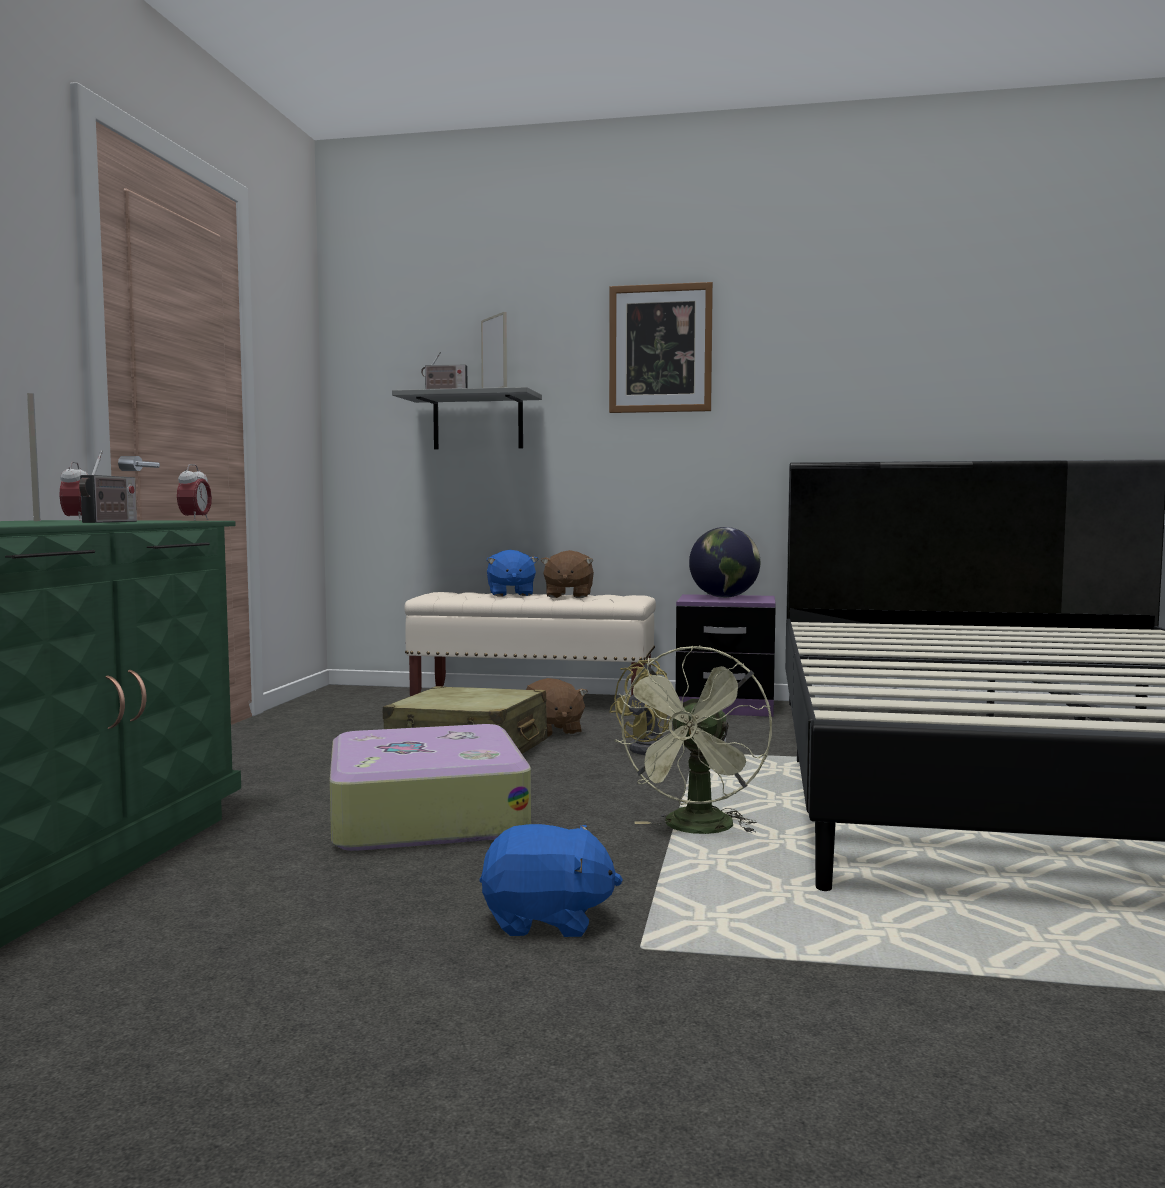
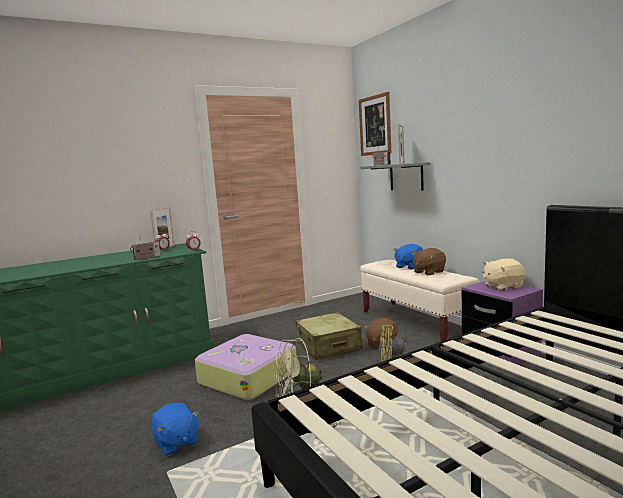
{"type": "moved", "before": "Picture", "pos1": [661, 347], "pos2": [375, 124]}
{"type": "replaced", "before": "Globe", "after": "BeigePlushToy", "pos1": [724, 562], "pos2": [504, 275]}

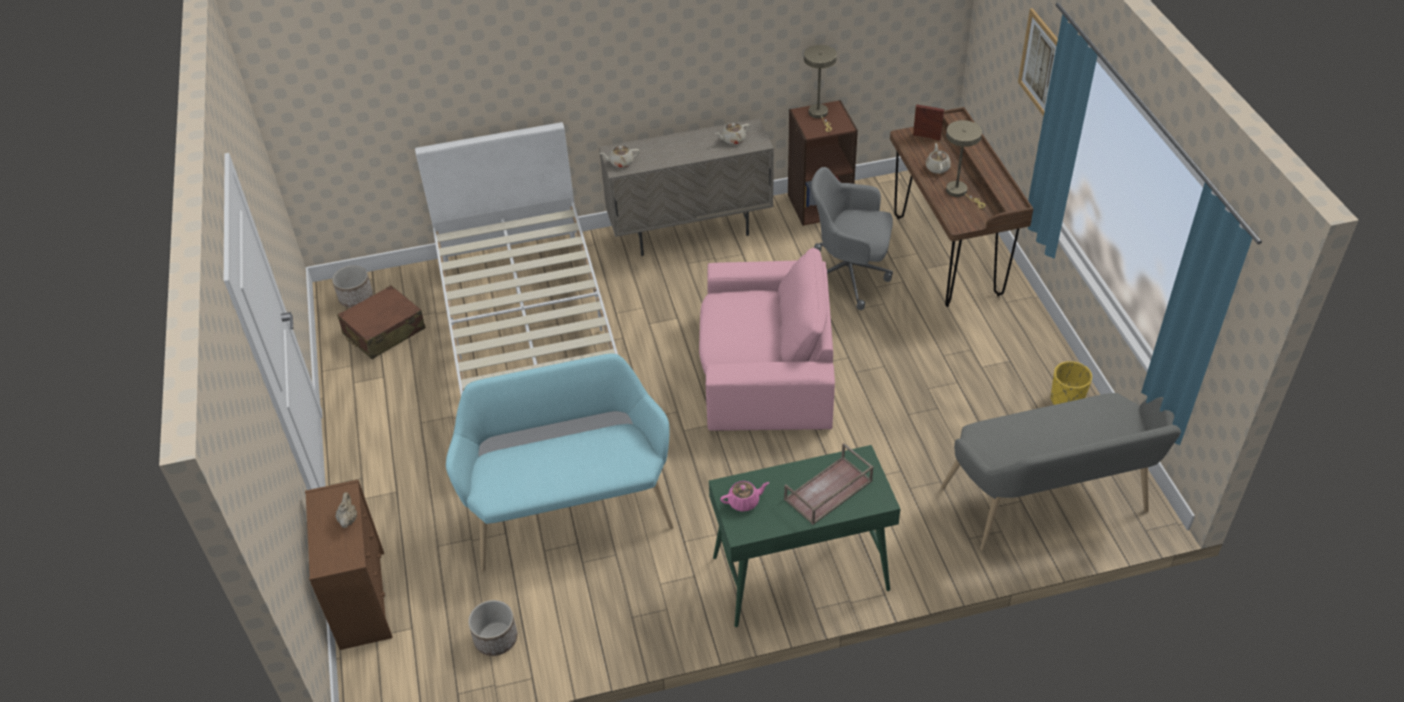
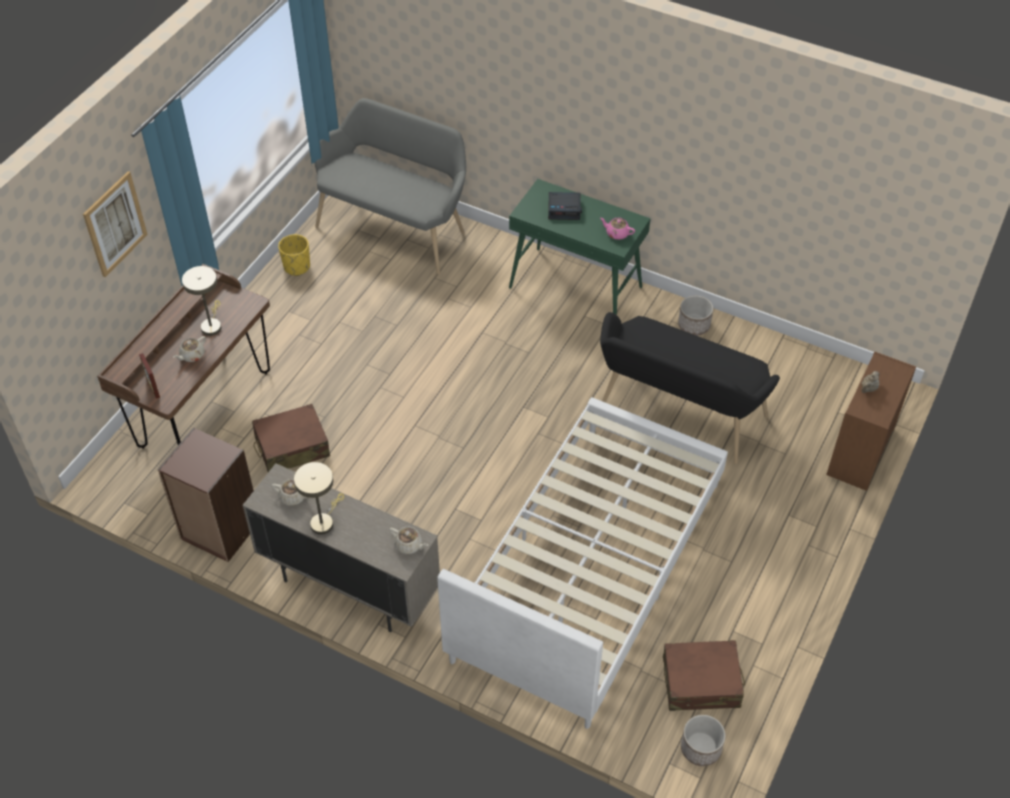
{"type": "recoloured", "before": "TurquoiseBench", "after": "BlackBench", "pos1": [560, 462], "pos2": [690, 388]}
{"type": "moved", "before": "Planter", "pos1": [492, 628], "pos2": [695, 316]}
{"type": "removed", "before": "PinkArmchair", "pos1": [767, 339]}
{"type": "replaced", "before": "BrownTray", "after": "AlarmClock", "pos1": [829, 484], "pos2": [565, 206]}
{"type": "moved", "before": "BeigeTableLamp", "pos1": [820, 88], "pos2": [319, 498]}
{"type": "replaced", "before": "GreyOfficeChair", "after": "BrownSuitcase", "pos1": [852, 238], "pos2": [291, 438]}

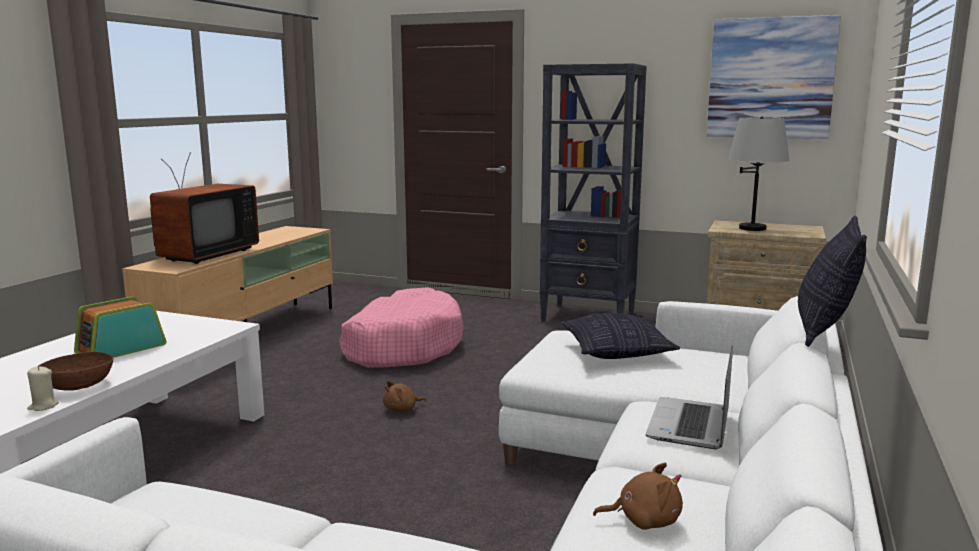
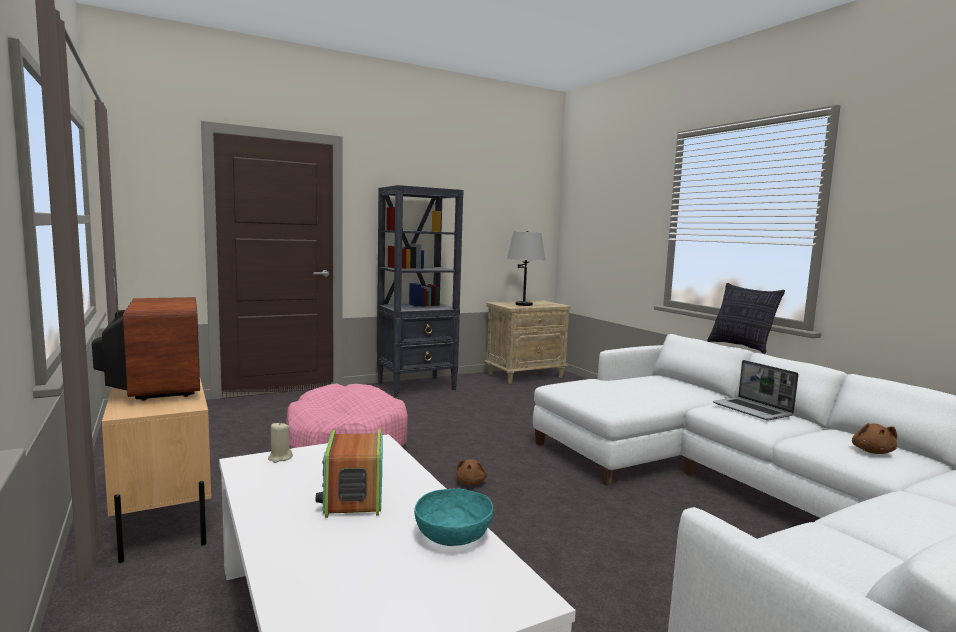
{"type": "moved", "before": "BeigeCandle", "pos1": [43, 388], "pos2": [280, 442]}
{"type": "recoloured", "before": "BrownBowl", "after": "TurquoiseBowl", "pos1": [75, 371], "pos2": [453, 517]}
{"type": "removed", "before": "Pillow", "pos1": [620, 336]}
{"type": "turned", "before": "BrownPlushToy", "pos1": [638, 496], "pos2": [874, 438], "turn": 150}
{"type": "removed", "before": "Picture", "pos1": [774, 77]}

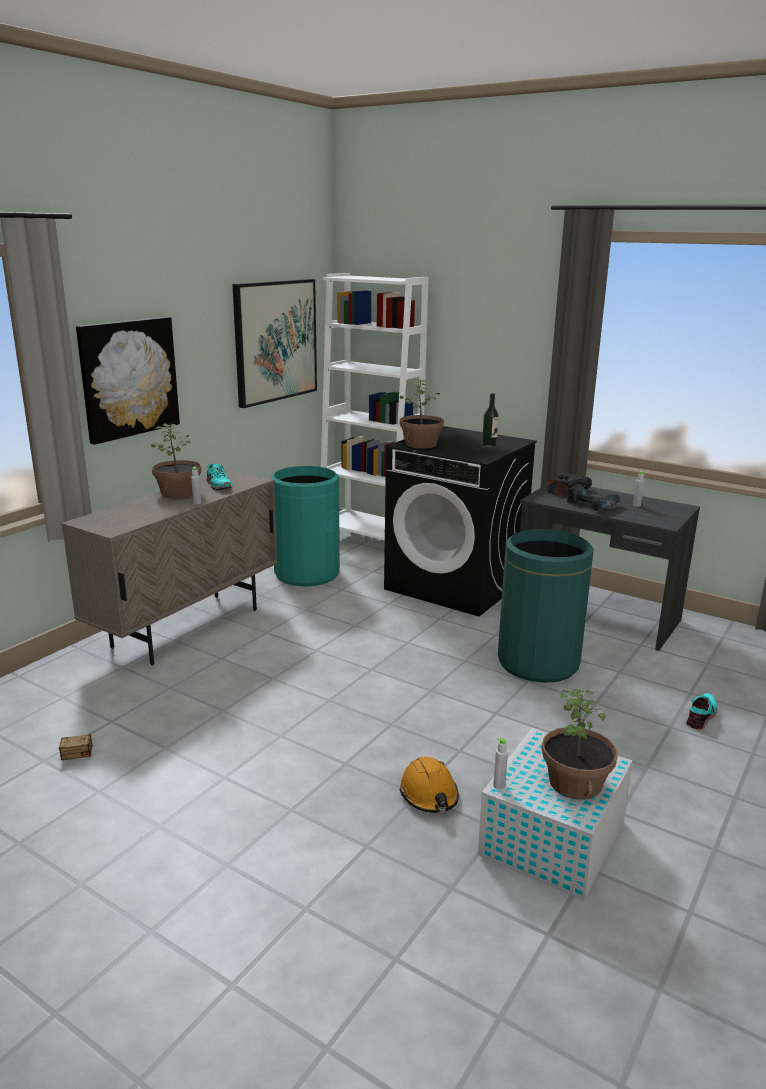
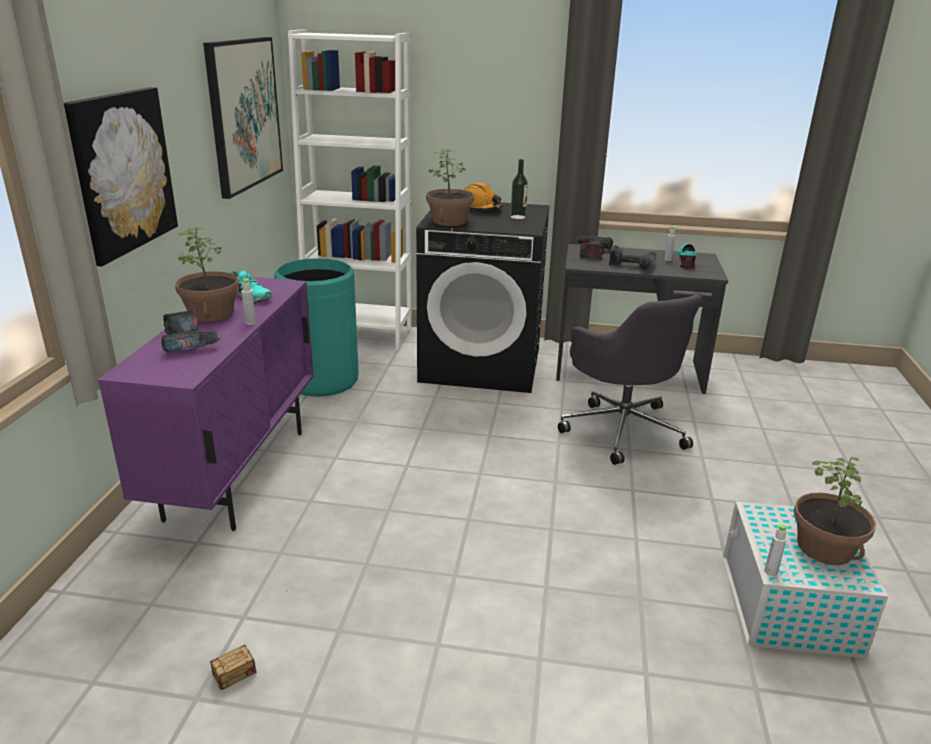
{"type": "recoloured", "before": "BeigeCabinet", "after": "PurpleCabinet", "pos1": [169, 568], "pos2": [206, 404]}
{"type": "moved", "before": "OrangeHardHat", "pos1": [429, 785], "pos2": [483, 196]}
{"type": "replaced", "before": "GreenTrashCan", "after": "GreyOfficeChair", "pos1": [546, 606], "pos2": [630, 380]}
{"type": "moved", "before": "TurquoiseShoe", "pos1": [701, 711], "pos2": [686, 256]}
{"type": "added", "after": "PowerDrill", "pos2": [192, 331]}

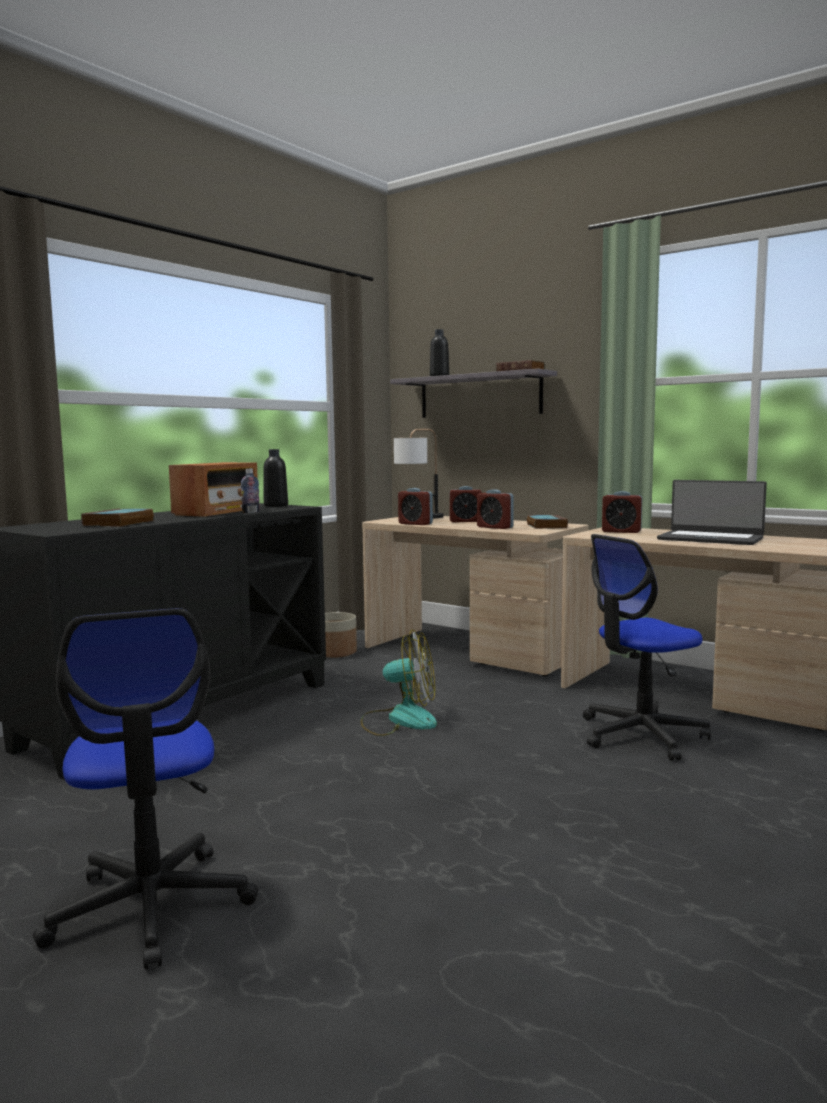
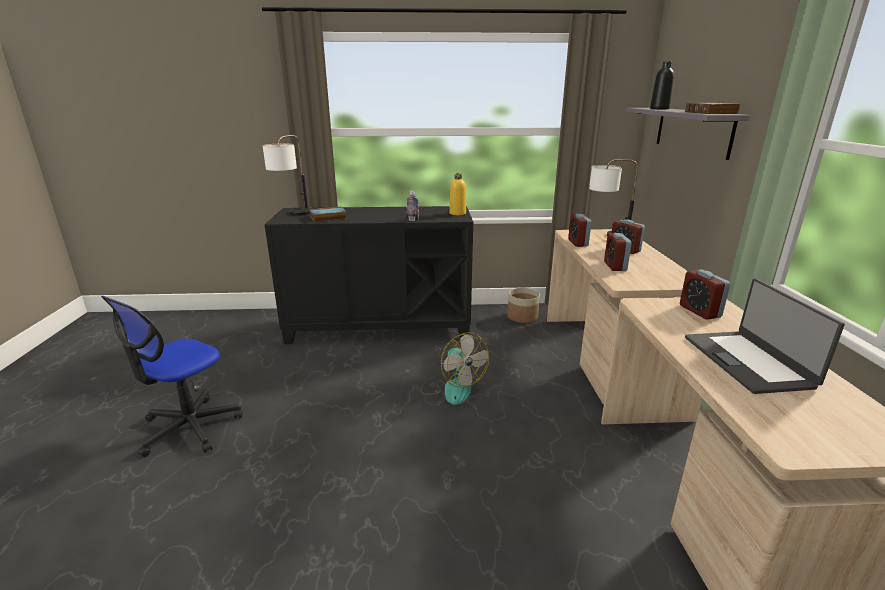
{"type": "removed", "before": "Radio", "pos1": [213, 489]}
{"type": "recoloured", "before": "BlackBottle", "after": "YellowBottle", "pos1": [275, 478], "pos2": [457, 194]}
{"type": "removed", "before": "Book", "pos1": [547, 522]}
{"type": "removed", "before": "OfficeChair", "pos1": [647, 647]}
{"type": "added", "after": "TableLamp", "pos2": [288, 175]}

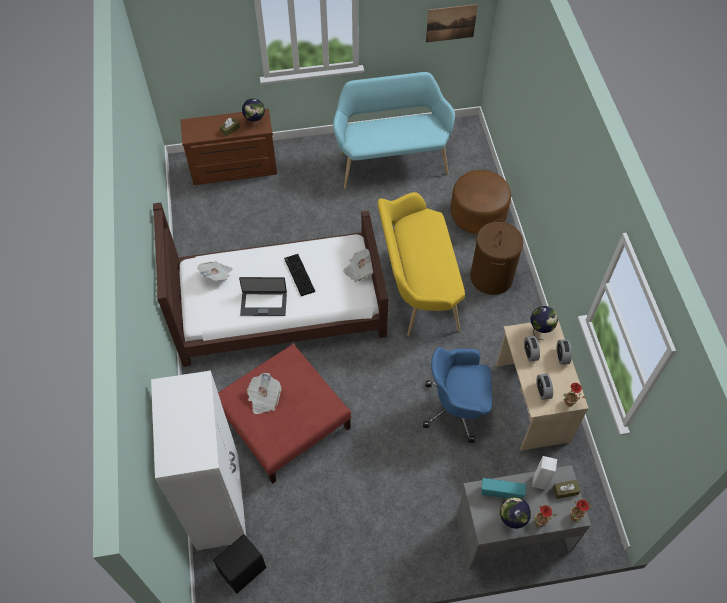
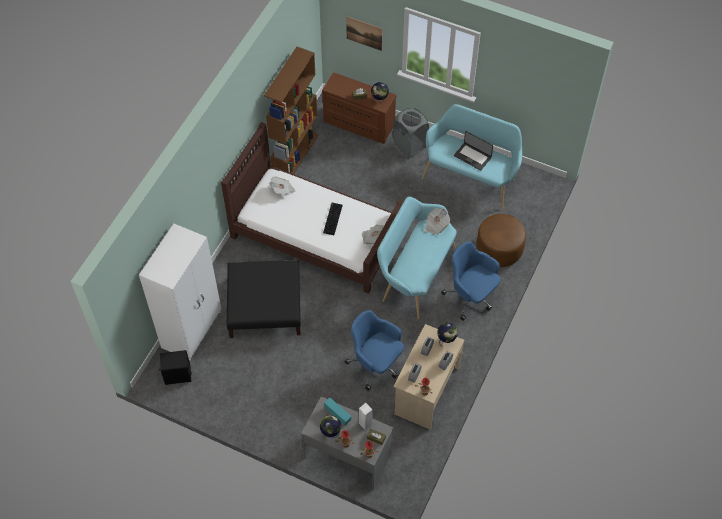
{"type": "recoloured", "before": "RedOttoman", "after": "BlackOttoman", "pos1": [284, 413], "pos2": [263, 299]}
{"type": "moved", "before": "Laptop", "pos1": [263, 296], "pos2": [473, 151]}
{"type": "moved", "before": "Newspaper", "pos1": [264, 393], "pos2": [437, 221]}
{"type": "recoloured", "before": "YellowBench", "after": "TurquoiseBench", "pos1": [421, 264], "pos2": [417, 257]}
{"type": "moved", "before": "Picture", "pos1": [452, 23], "pos2": [364, 33]}
{"type": "replaced", "before": "BrownLaundryBasket", "after": "BlueOfficeChair", "pos1": [496, 257], "pos2": [471, 281]}
{"type": "added", "after": "BrownBookcase", "pos2": [291, 110]}
{"type": "added", "after": "GreyLaundryBasket", "pos2": [411, 132]}

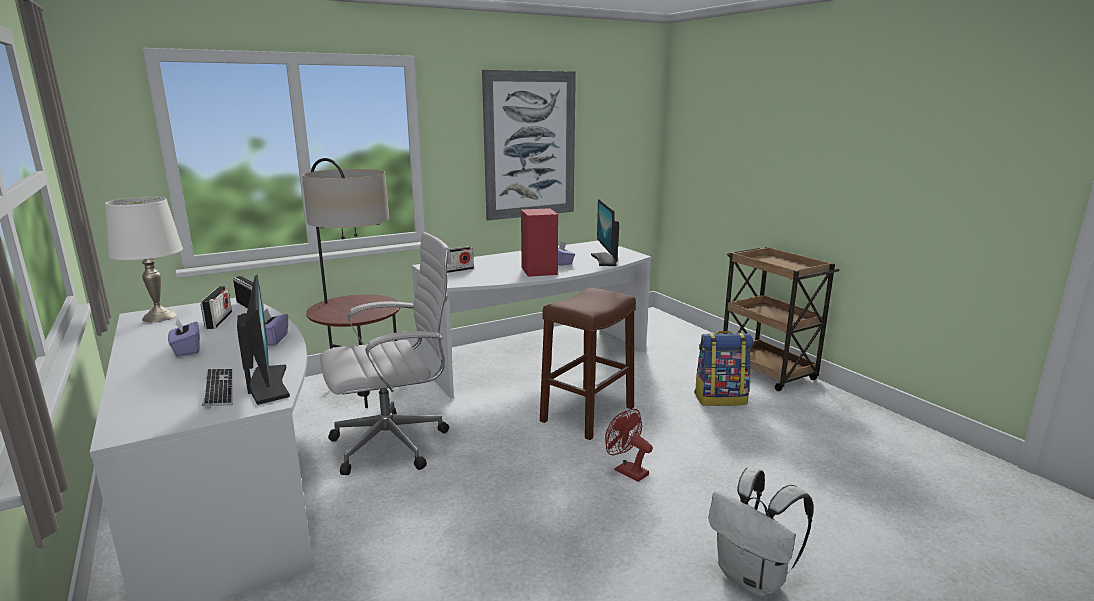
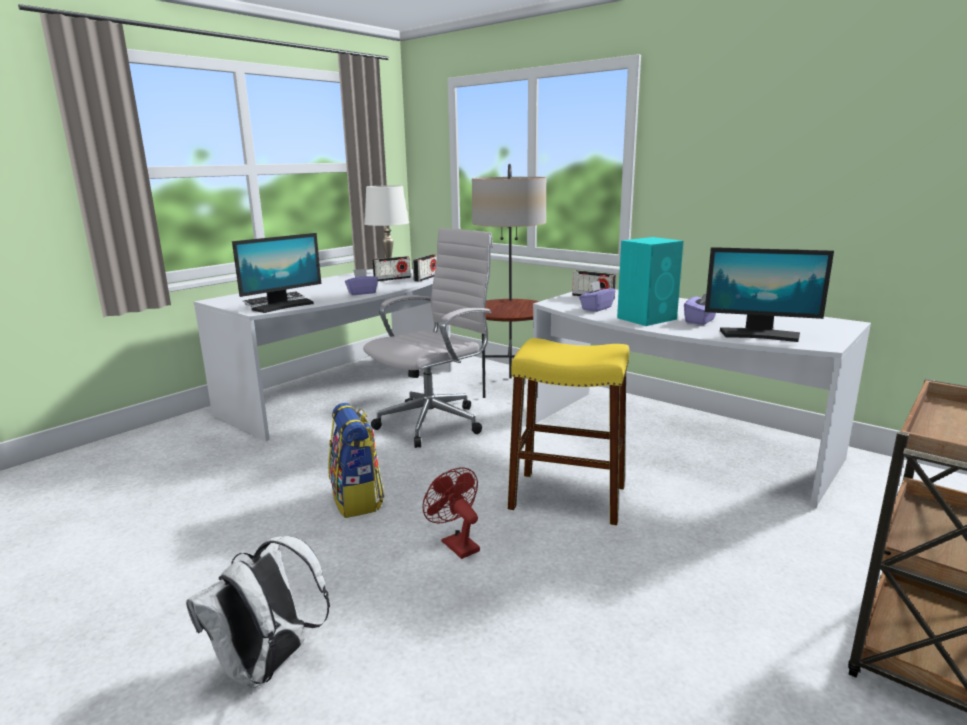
{"type": "moved", "before": "PurpleTissueBox", "pos1": [184, 337], "pos2": [597, 296]}
{"type": "turned", "before": "WhiteOfficeChair", "pos1": [386, 353], "pos2": [428, 338], "turn": -90}
{"type": "removed", "before": "Picture", "pos1": [529, 145]}
{"type": "recoloured", "before": "RedSpeaker", "after": "TurquoiseSpeaker", "pos1": [539, 242], "pos2": [650, 281]}
{"type": "recoloured", "before": "BrownStool", "after": "YellowStool", "pos1": [588, 364], "pos2": [568, 431]}
{"type": "turned", "before": "Monitor", "pos1": [605, 232], "pos2": [769, 294], "turn": -135}
{"type": "turned", "before": "RedFan", "pos1": [629, 445], "pos2": [451, 513], "turn": -60}
{"type": "moved", "before": "Backpack", "pos1": [723, 368], "pos2": [356, 460]}

